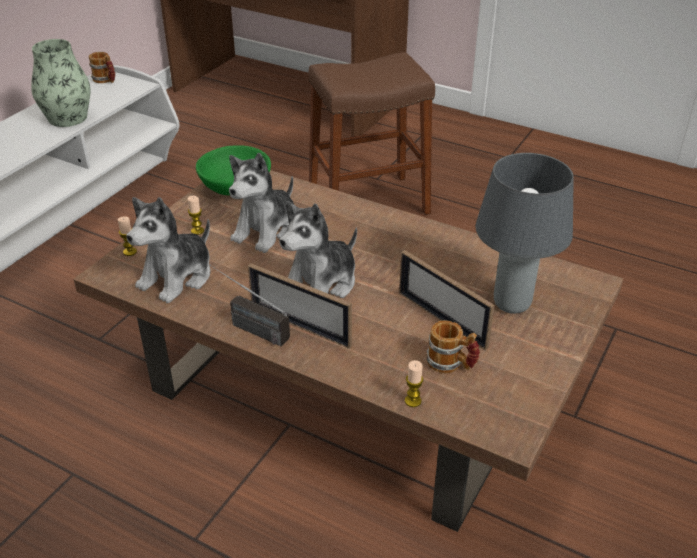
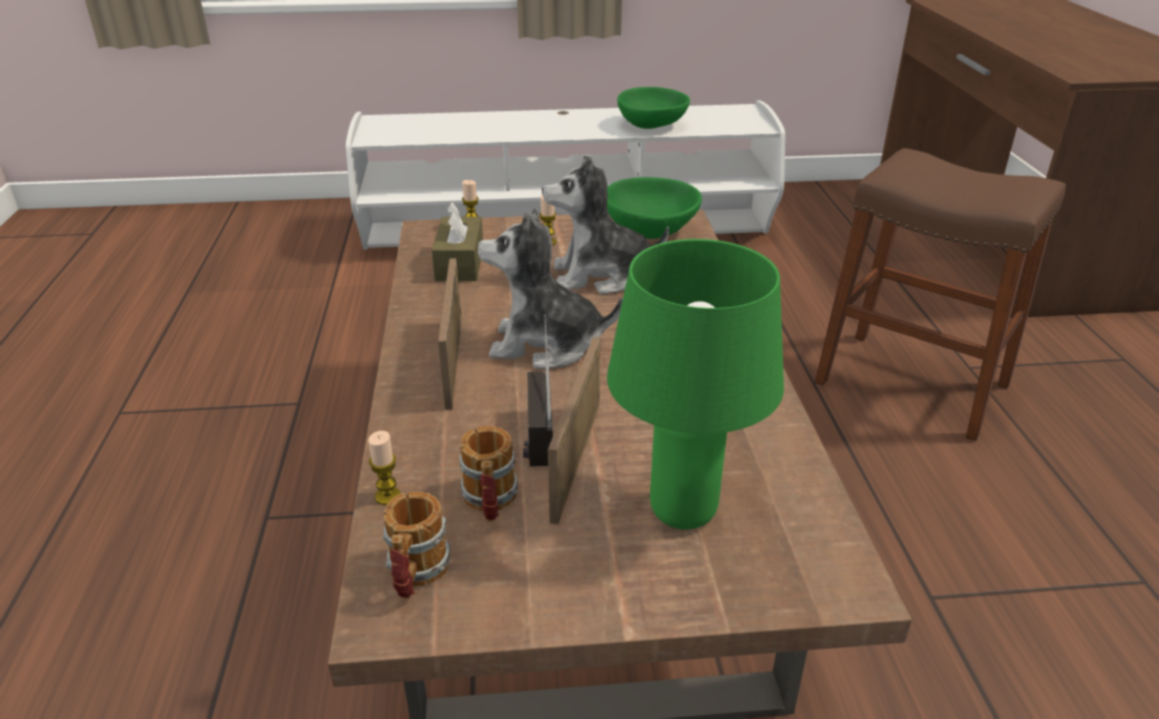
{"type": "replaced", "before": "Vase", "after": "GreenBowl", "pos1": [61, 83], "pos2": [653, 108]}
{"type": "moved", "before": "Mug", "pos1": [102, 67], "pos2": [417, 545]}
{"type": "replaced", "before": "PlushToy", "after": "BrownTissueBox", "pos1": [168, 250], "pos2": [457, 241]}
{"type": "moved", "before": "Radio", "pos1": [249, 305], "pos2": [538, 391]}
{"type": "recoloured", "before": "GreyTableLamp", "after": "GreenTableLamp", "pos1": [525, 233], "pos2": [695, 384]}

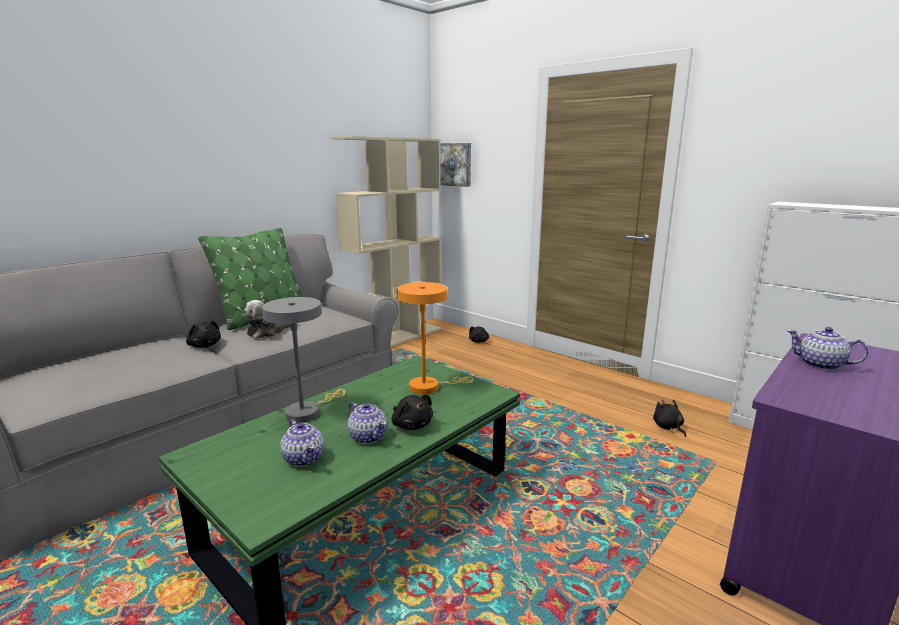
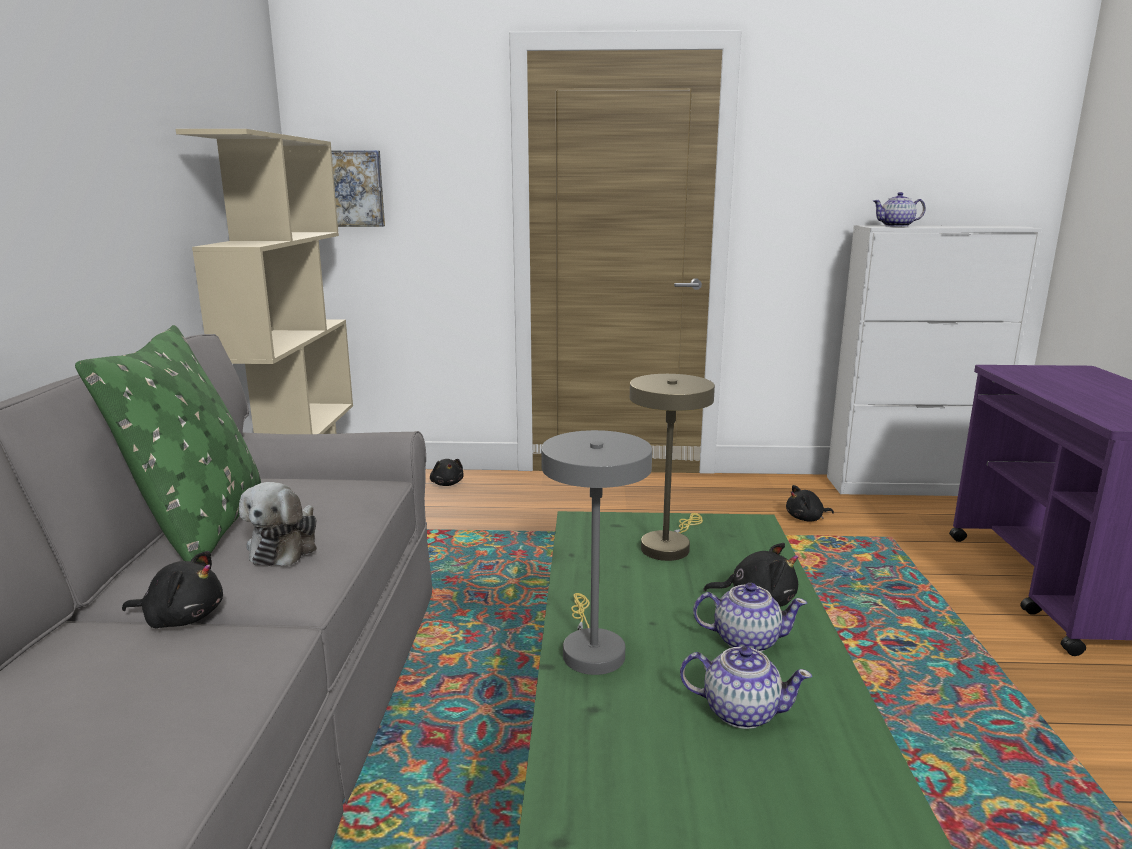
{"type": "recoloured", "before": "OrangeTableLamp", "after": "BeigeTableLamp", "pos1": [435, 338], "pos2": [672, 467]}
{"type": "turned", "before": "BlackPlushToy", "pos1": [669, 418], "pos2": [810, 503], "turn": -45}
{"type": "moved", "before": "Teapot", "pos1": [827, 348], "pos2": [899, 209]}

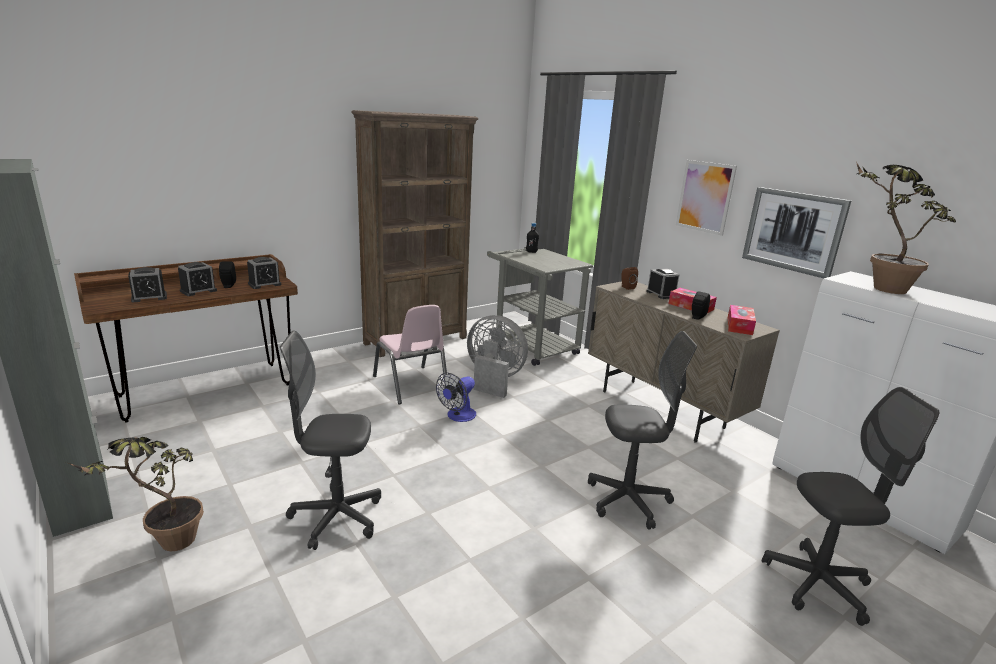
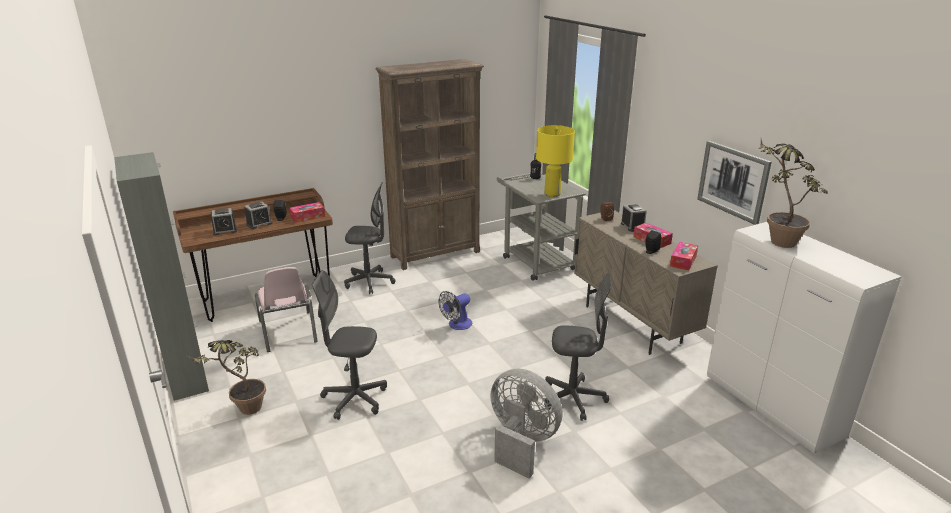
{"type": "replaced", "before": "AlarmClock", "after": "TissueBox", "pos1": [264, 273], "pos2": [307, 212]}
{"type": "moved", "before": "PinkChair", "pos1": [410, 354], "pos2": [286, 309]}
{"type": "moved", "before": "GreyFan", "pos1": [497, 356], "pos2": [526, 424]}
{"type": "removed", "before": "Picture", "pos1": [706, 198]}
{"type": "moved", "before": "GreyOfficeChair", "pos1": [850, 506], "pos2": [370, 238]}
{"type": "added", "after": "YellowTableLamp", "pos2": [555, 161]}

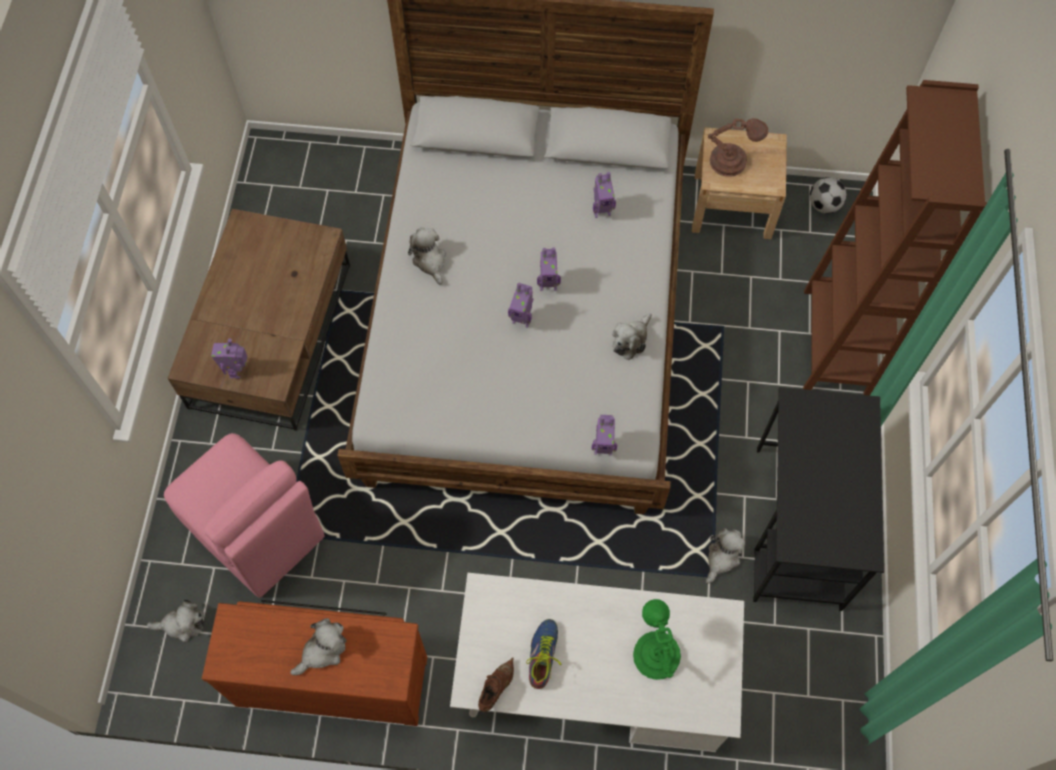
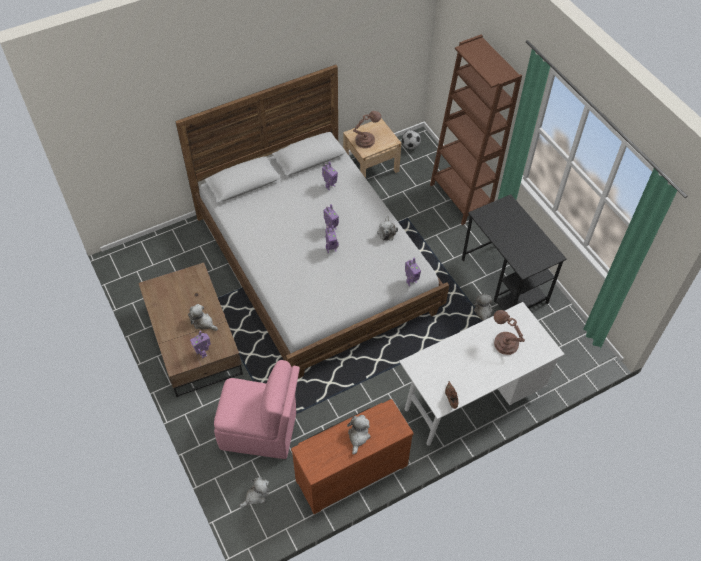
{"type": "moved", "before": "PlushToy", "pos1": [427, 256], "pos2": [203, 317]}
{"type": "removed", "before": "Shoe", "pos1": [544, 654]}
{"type": "recoloured", "before": "GreenTableLamp", "after": "BrownTableLamp", "pos1": [657, 639], "pos2": [509, 332]}

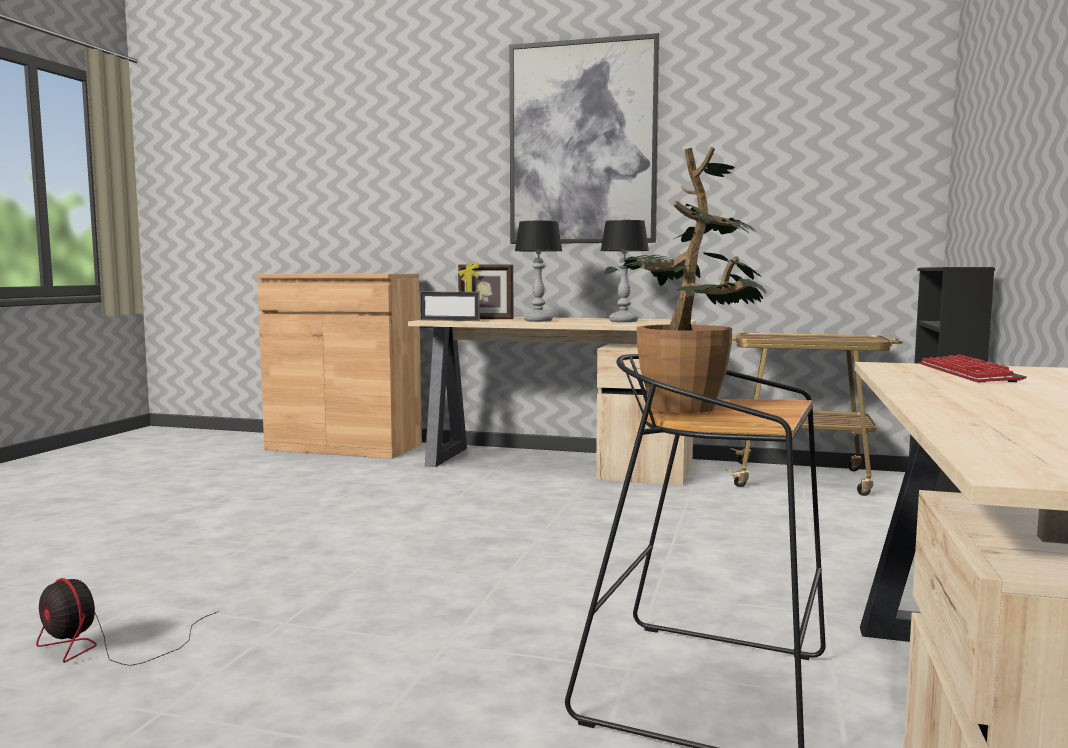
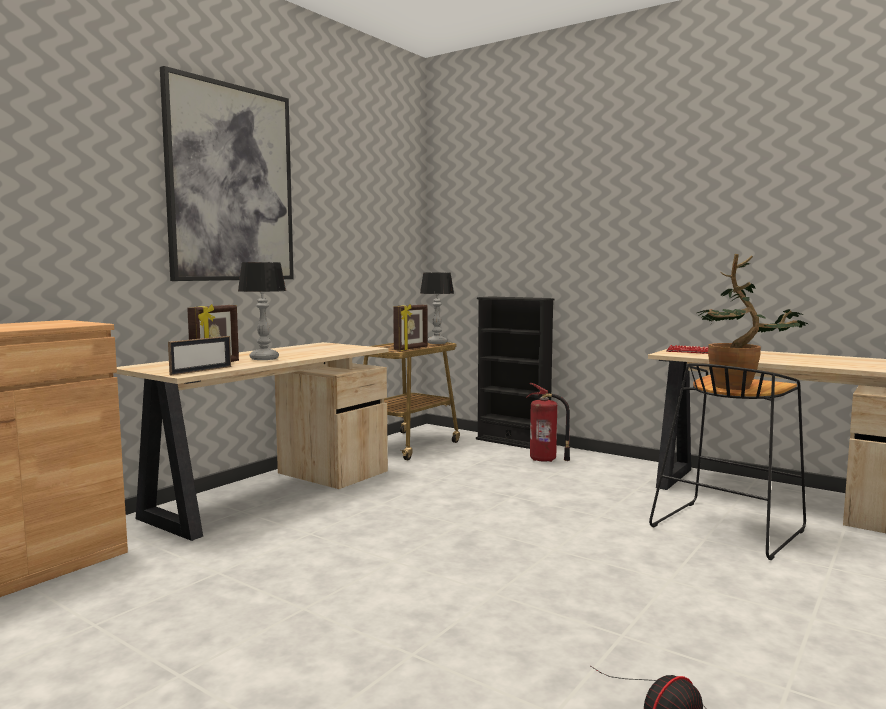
{"type": "moved", "before": "TableLamp", "pos1": [624, 271], "pos2": [437, 308]}
{"type": "added", "after": "PictureFrame", "pos2": [410, 327]}
{"type": "added", "after": "FireExtinguisher", "pos2": [548, 422]}

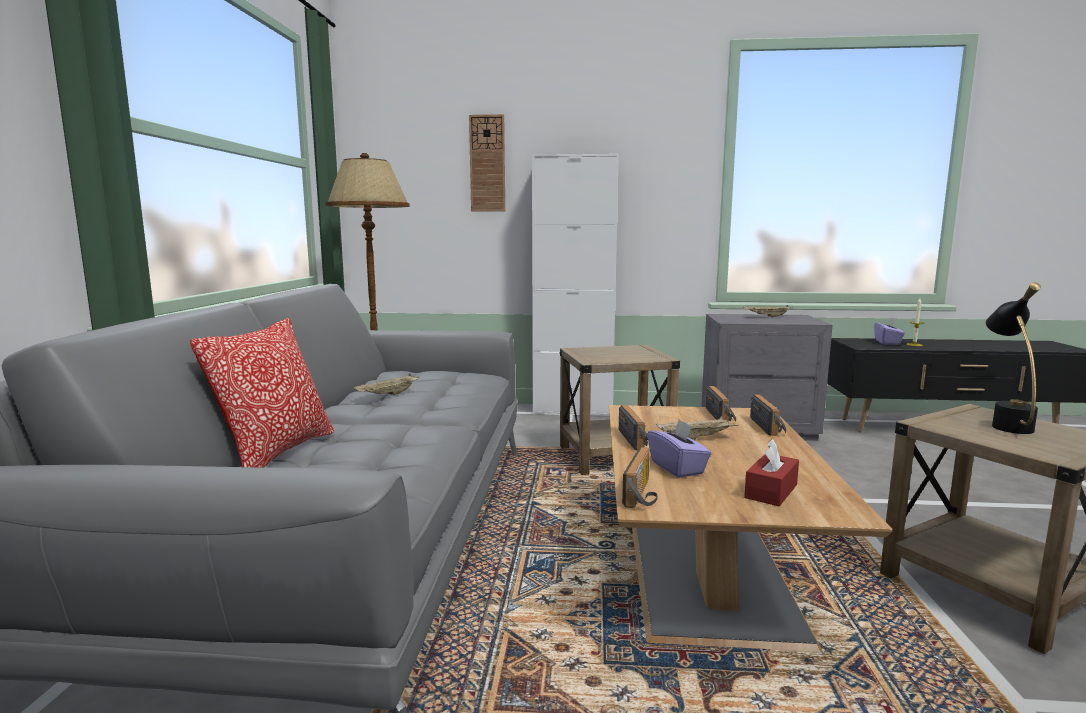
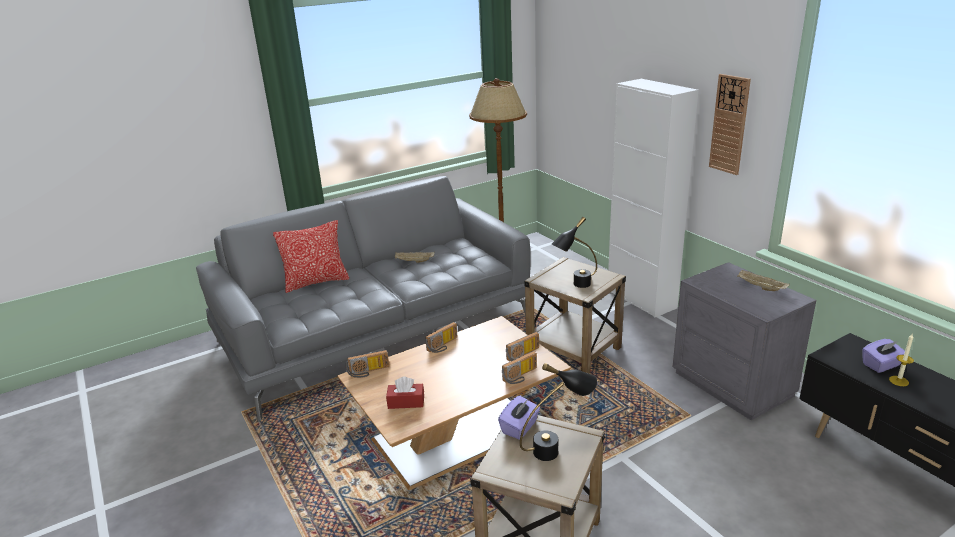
{"type": "moved", "before": "WallClock", "pos1": [487, 163], "pos2": [730, 124]}
{"type": "moved", "before": "PurpleTissueBox", "pos1": [680, 448], "pos2": [519, 418]}
{"type": "removed", "before": "BeigeTray", "pos1": [697, 428]}
{"type": "added", "after": "BlackTableLamp", "pos2": [574, 252]}

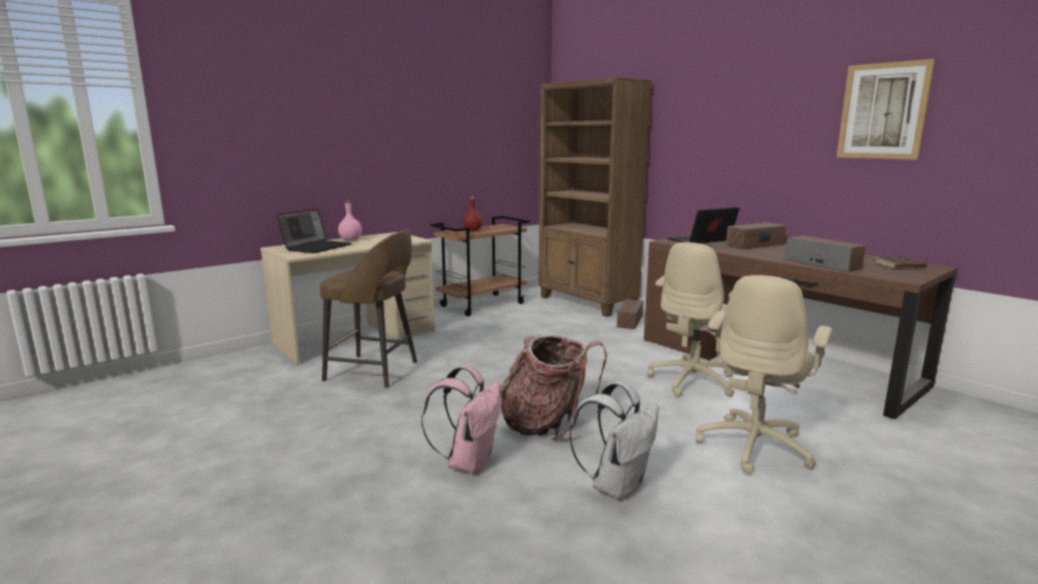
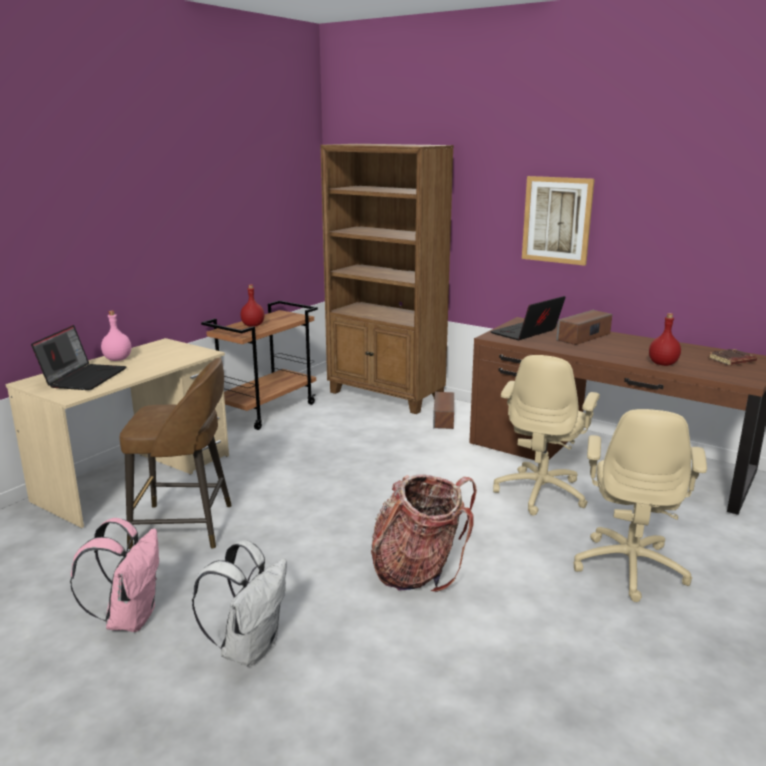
{"type": "moved", "before": "PinkBackpack", "pos1": [461, 420], "pos2": [114, 575]}
{"type": "moved", "before": "WhiteBackpack", "pos1": [614, 441], "pos2": [239, 603]}
{"type": "replaced", "before": "Speaker", "after": "RedBottle", "pos1": [825, 254], "pos2": [665, 339]}
{"type": "moved", "before": "Picture", "pos1": [885, 109], "pos2": [558, 221]}

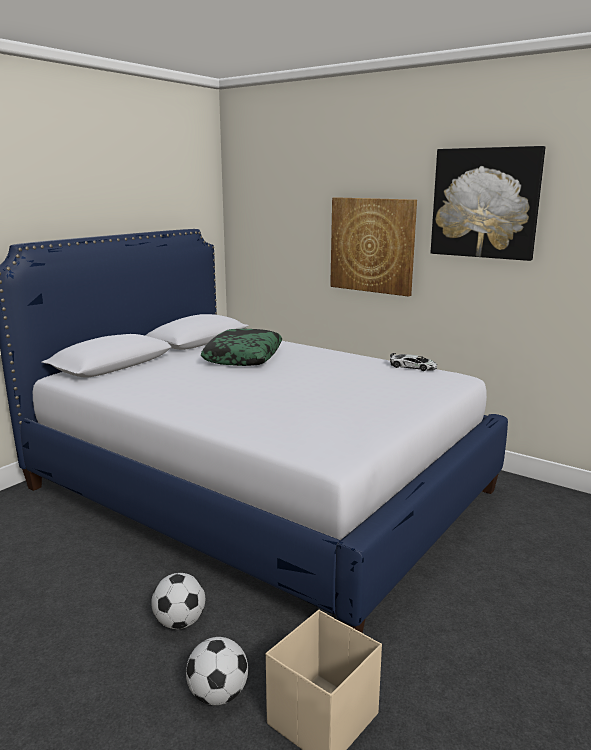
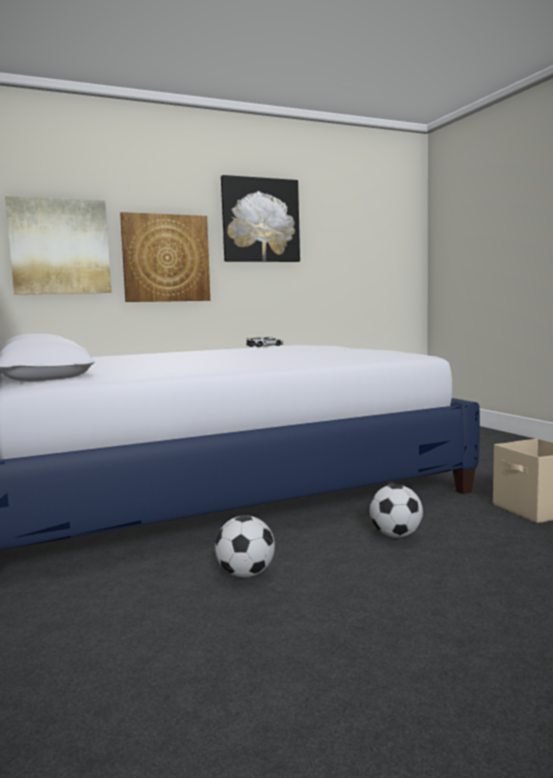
{"type": "moved", "before": "Football", "pos1": [217, 671], "pos2": [245, 546]}
{"type": "removed", "before": "Pillow", "pos1": [241, 347]}
{"type": "added", "after": "Picture", "pos2": [58, 245]}

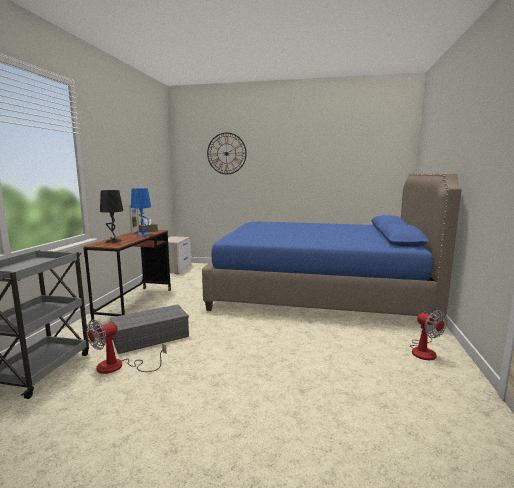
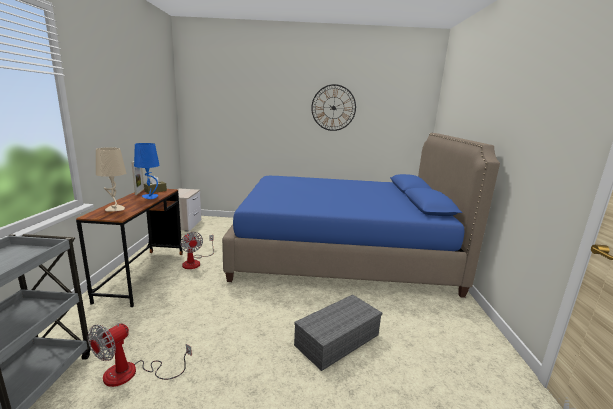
{"type": "recoloured", "before": "BlackTableLamp", "after": "BeigeTableLamp", "pos1": [111, 216], "pos2": [111, 179]}
{"type": "moved", "before": "GreyStorageBox", "pos1": [149, 329], "pos2": [338, 333]}
{"type": "moved", "before": "WallClock", "pos1": [227, 153], "pos2": [333, 107]}
{"type": "moved", "before": "Fan", "pos1": [428, 335], "pos2": [197, 250]}

